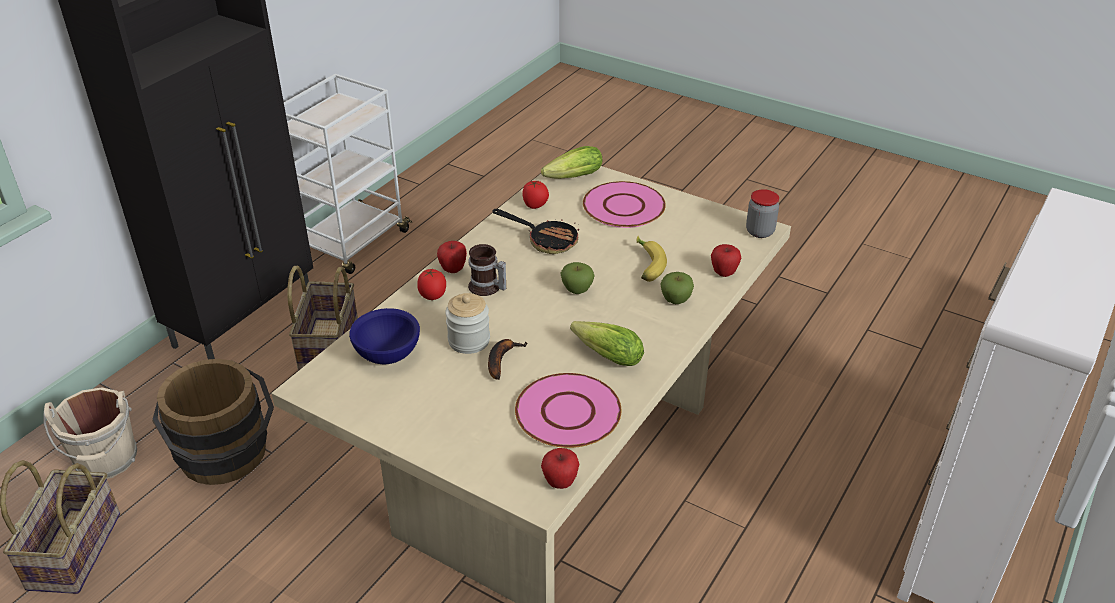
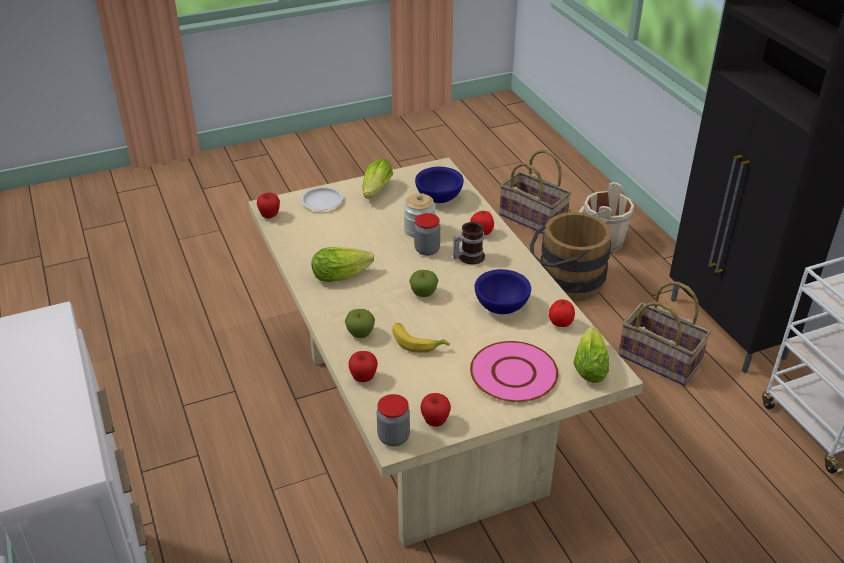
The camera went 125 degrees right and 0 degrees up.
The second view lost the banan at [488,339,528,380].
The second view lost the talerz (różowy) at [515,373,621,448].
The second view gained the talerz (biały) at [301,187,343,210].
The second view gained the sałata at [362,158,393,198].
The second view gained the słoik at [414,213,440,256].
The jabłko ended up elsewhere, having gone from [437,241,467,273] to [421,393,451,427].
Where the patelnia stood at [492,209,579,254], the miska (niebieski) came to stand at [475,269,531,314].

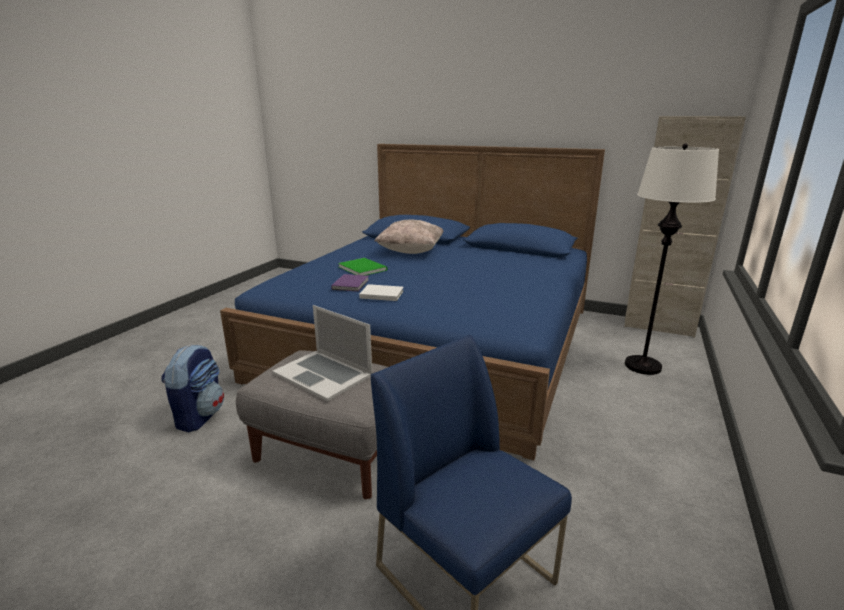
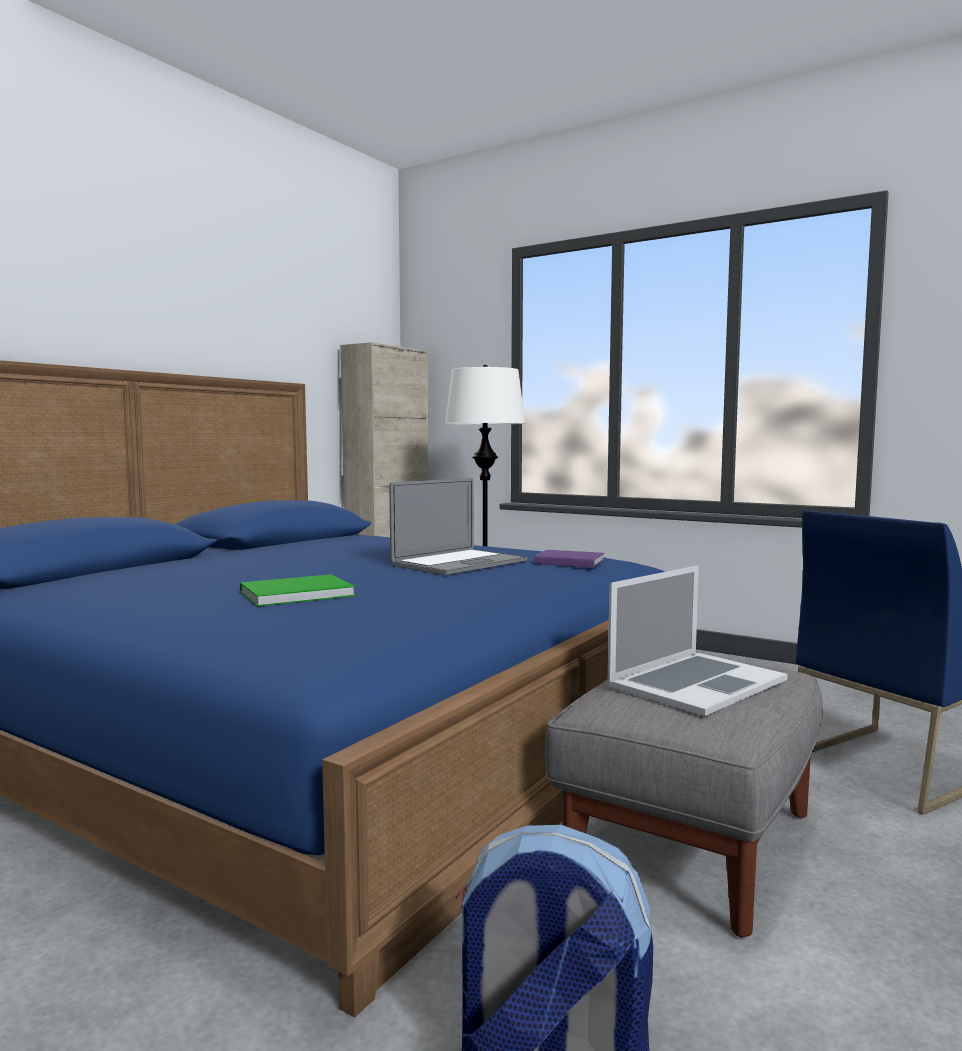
The camera went 80 degrees left and 15 degrees down.
The second view lost the książka (biały) at [359,284,403,301].
The second view lost the poduszka (beżowy) at [375,219,444,254].
The second view gained the laptop at [389,478,527,575].
The książka (fioletowy) ended up elsewhere, having gone from [331,274,369,292] to [534,550,604,568].

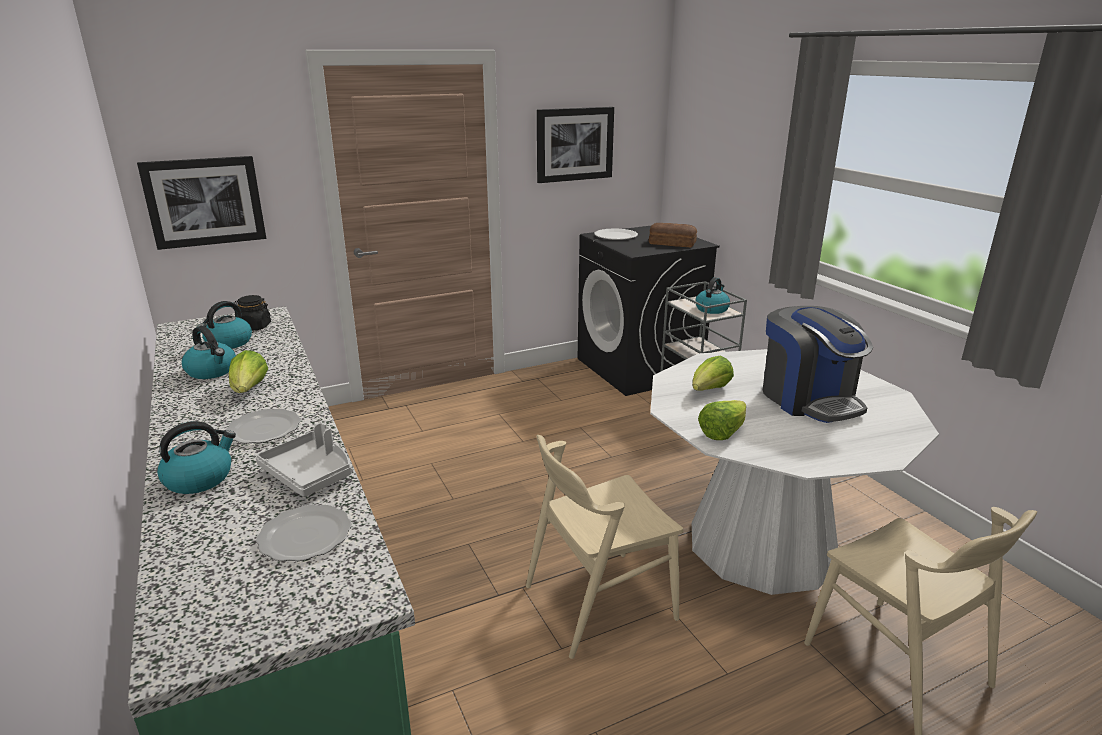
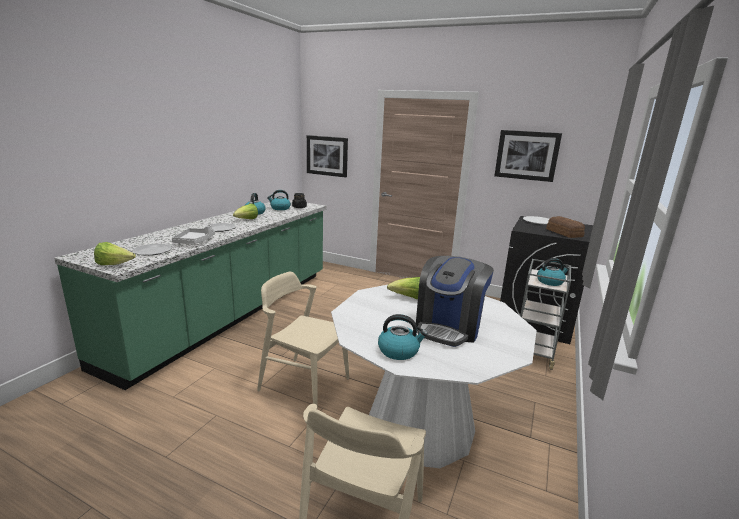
The camera went 50 degrees right and 5 degrees down.
The czajnik ended up elsewhere, having gone from [157,421,236,494] to [378,314,428,360].
The sałata ended up elsewhere, having gone from [698,400,746,440] to [94,242,136,265].

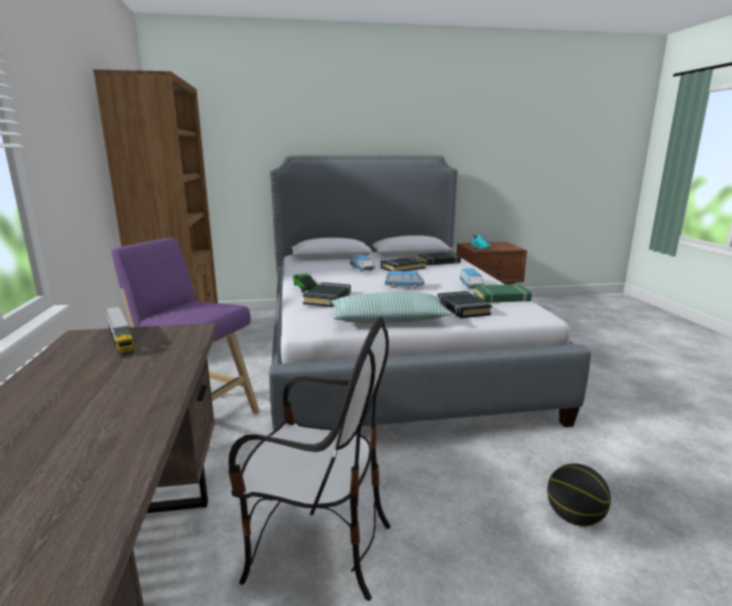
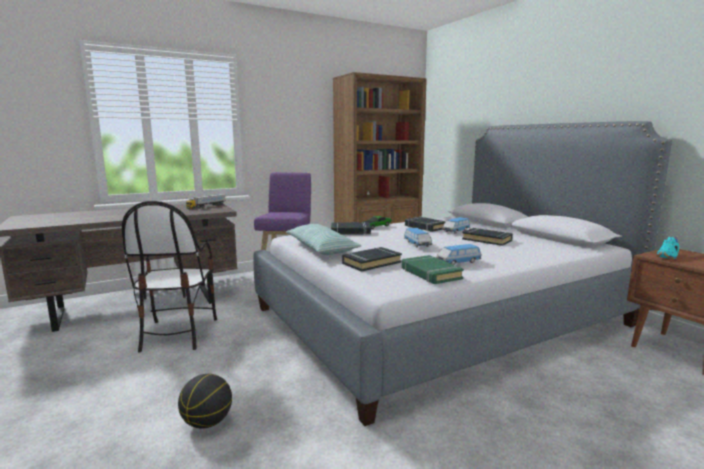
The camera went 70 degrees right and 5 degrees down.
The książka (czarny) ended up elsewhere, having gone from [418,252,461,265] to [405,217,446,232].

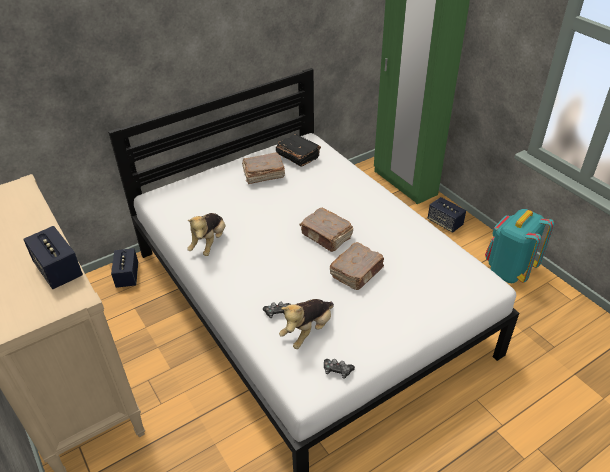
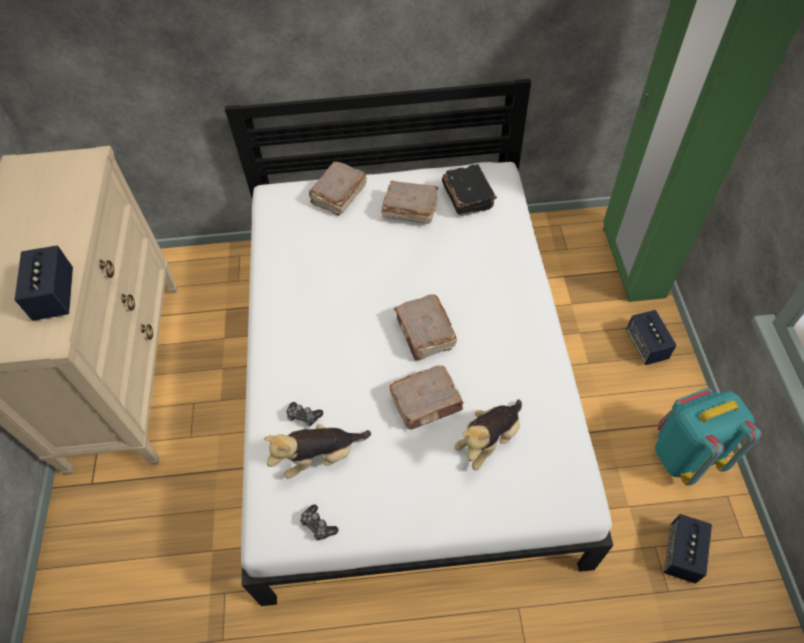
The camera went 30 degrees right and 15 degrees up.
The second view gained the książka (brązowy) at [309,161,367,216].
The głośnik ended up elsewhere, having gone from [111,248,138,288] to [664,514,712,584].
The pluszak ended up elsewhere, having gone from [187,213,225,256] to [454,399,522,470].

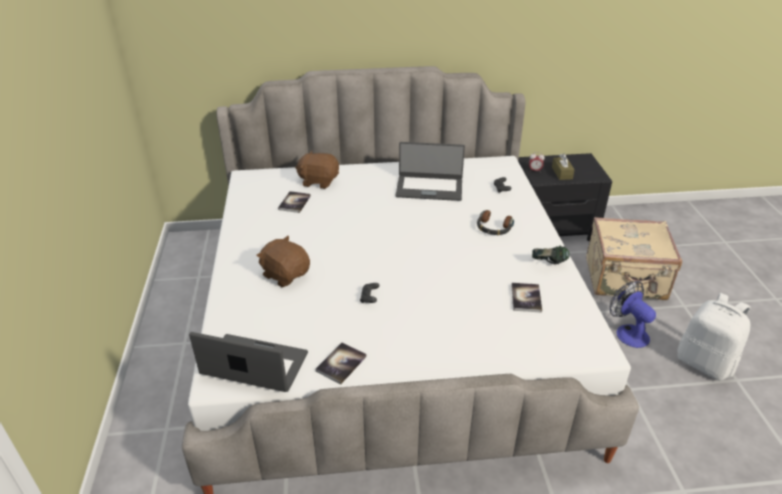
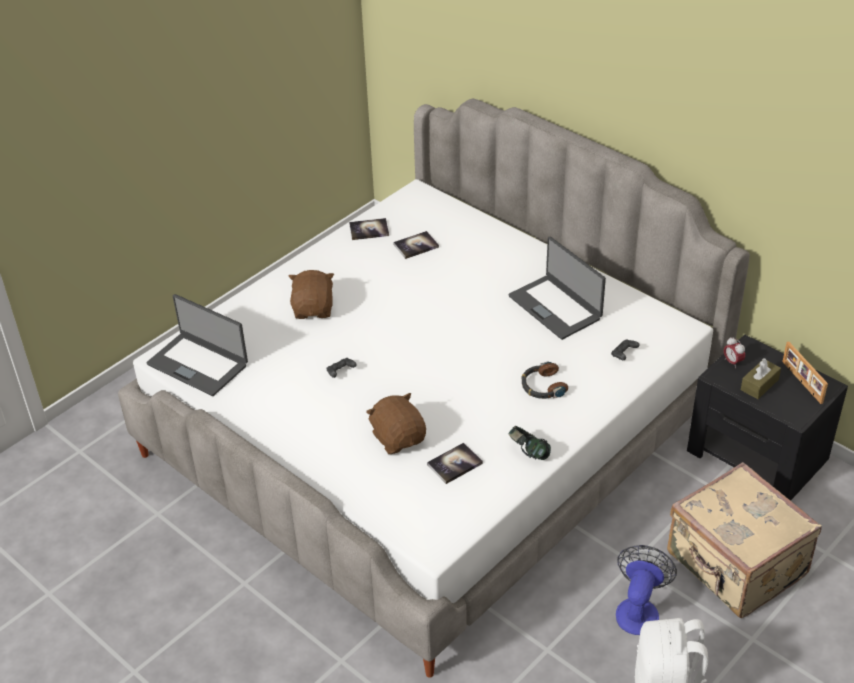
The camera went 50 degrees right and 5 degrees up.
The second view gained the ramka na zdjęcie at [782,342,828,404].
The pluszak (brązowy) ended up elsewhere, having gone from [295,150,339,189] to [366,393,426,454].
The książka ended up elsewhere, having gone from [316,342,367,385] to [349,218,389,240].
The laptop at [189,332,308,392] ended up facing another way, 150 degrees clockwise from before.

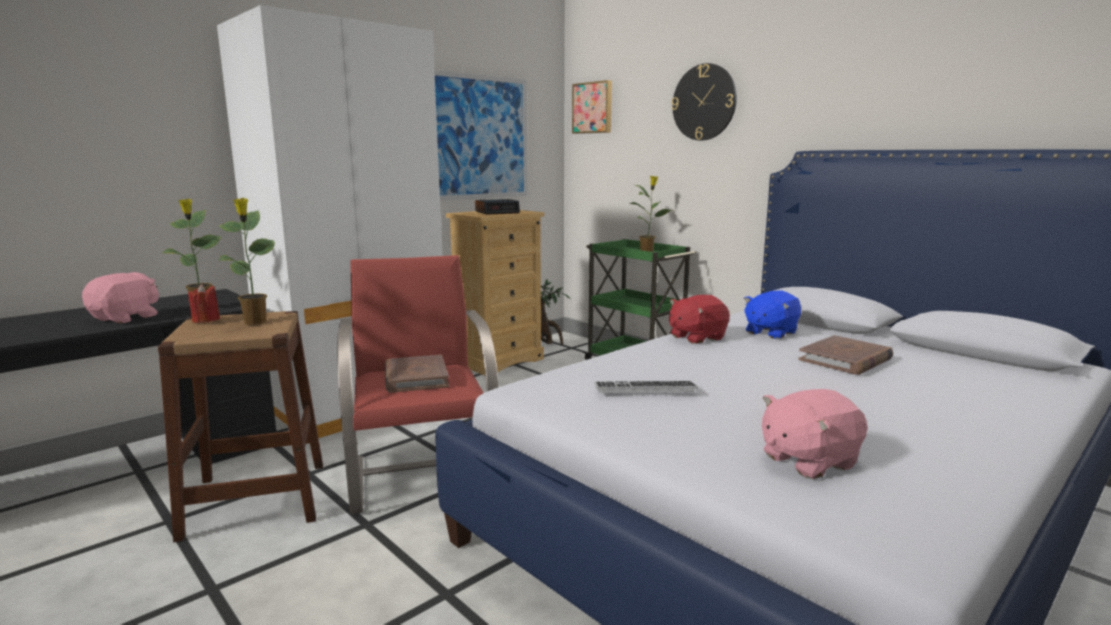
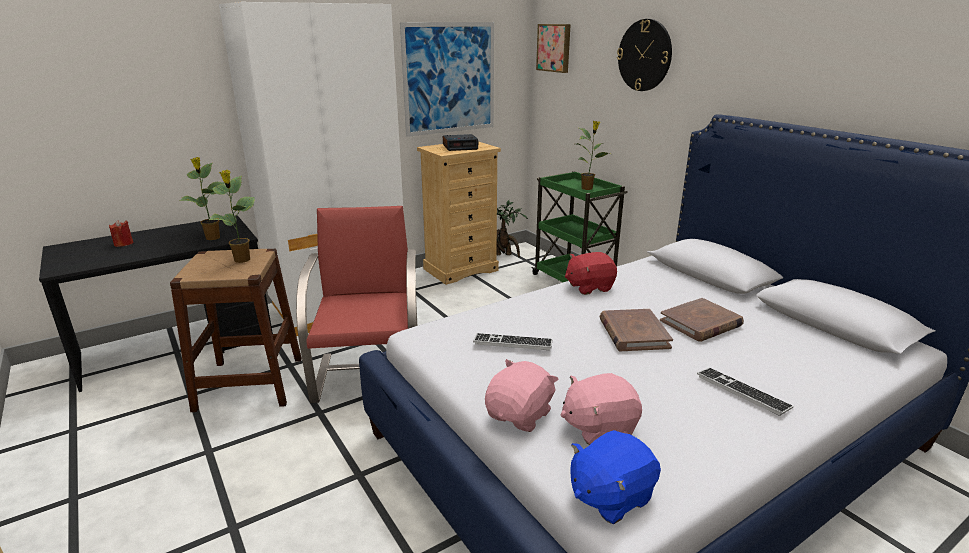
The camera went 10 degrees right and 10 degrees up.
The second view gained the klawiatura at [697,368,794,416].
The pluszak (różowy) ended up elsewhere, having gone from [82,272,159,324] to [485,359,559,432].
The świeca (czerwony) ended up elsewhere, having gone from [188,284,220,323] to [109,220,133,247].
The książka (brązowy) ended up elsewhere, having gone from [385,355,449,393] to [600,309,673,351].
The pluszak (niebieski) ended up elsewhere, having gone from [744,291,801,339] to [570,430,661,525].

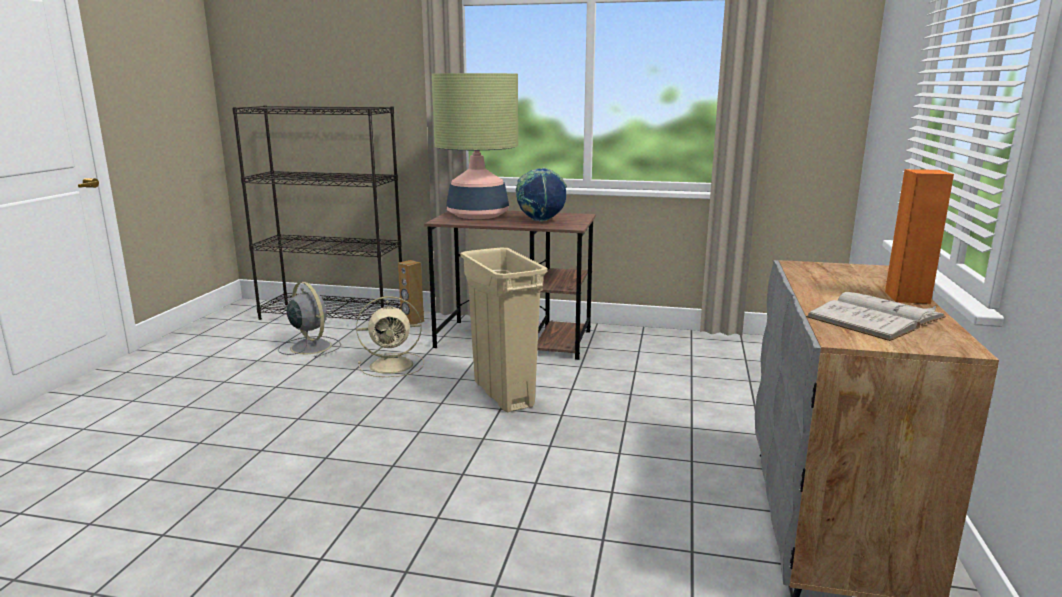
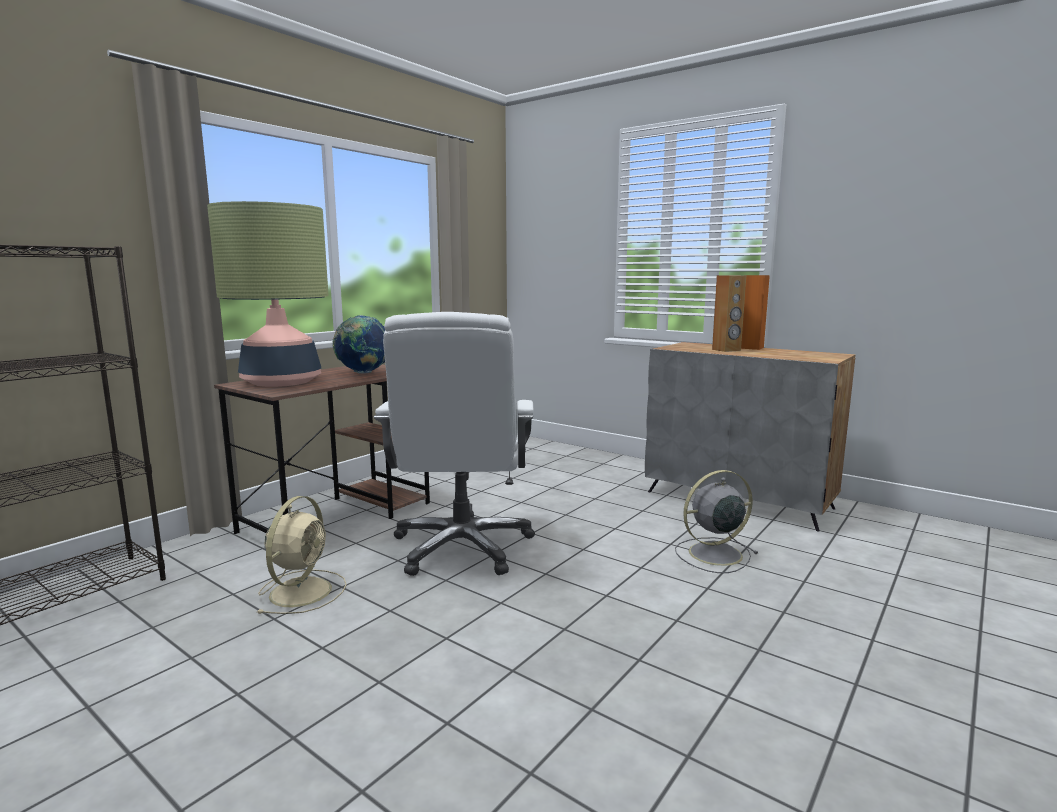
The camera went 65 degrees left and 5 degrees down.
The second view lost the książka (biały) at [806,292,946,341].
The wentylator (szary) ended up elsewhere, having gone from [278,282,341,358] to [675,470,759,573].
The głośnik (brązowy) ended up elsewhere, having gone from [398,260,424,325] to [712,275,746,352].
Where the kosz na śmieci (beżowy) stood at [460,247,547,412], the krzesło biurowe (biały) came to stand at [374,312,535,576].

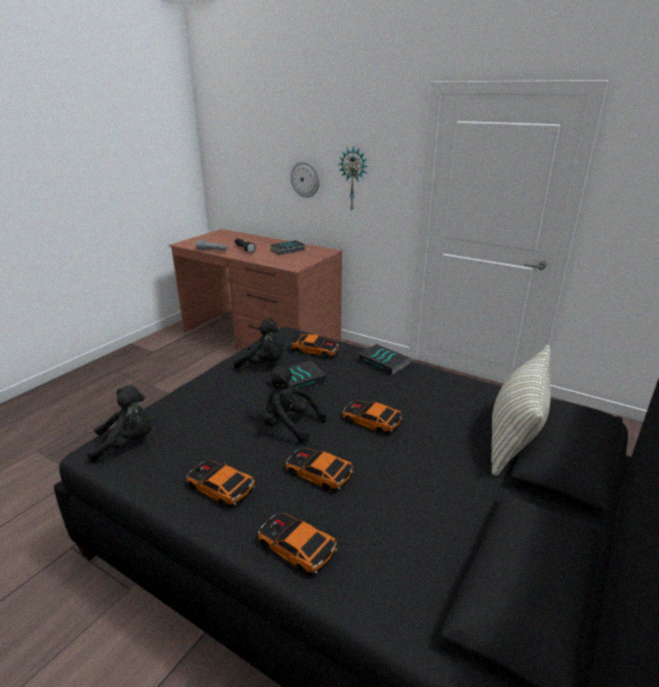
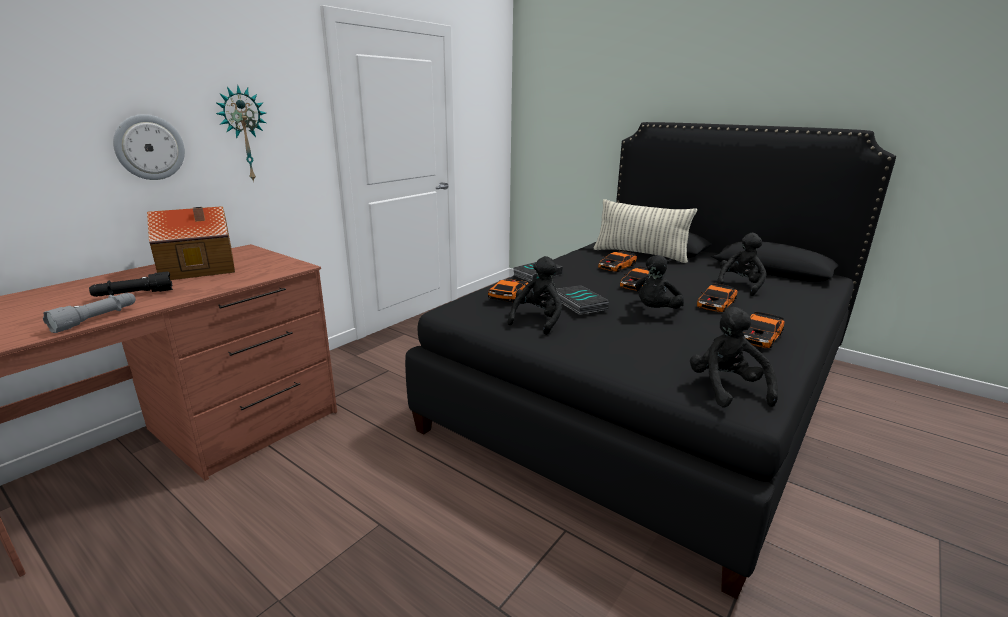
The camera went 85 degrees left and 5 degrees down.
The second view gained the pluszak (czarny) at [716,233,767,296].
The samochodzik ended up elsewhere, having gone from [258,513,337,575] to [598,251,637,272].
Where the książka stood at [270,240,305,255], the domek came to stand at [147,206,235,280].

